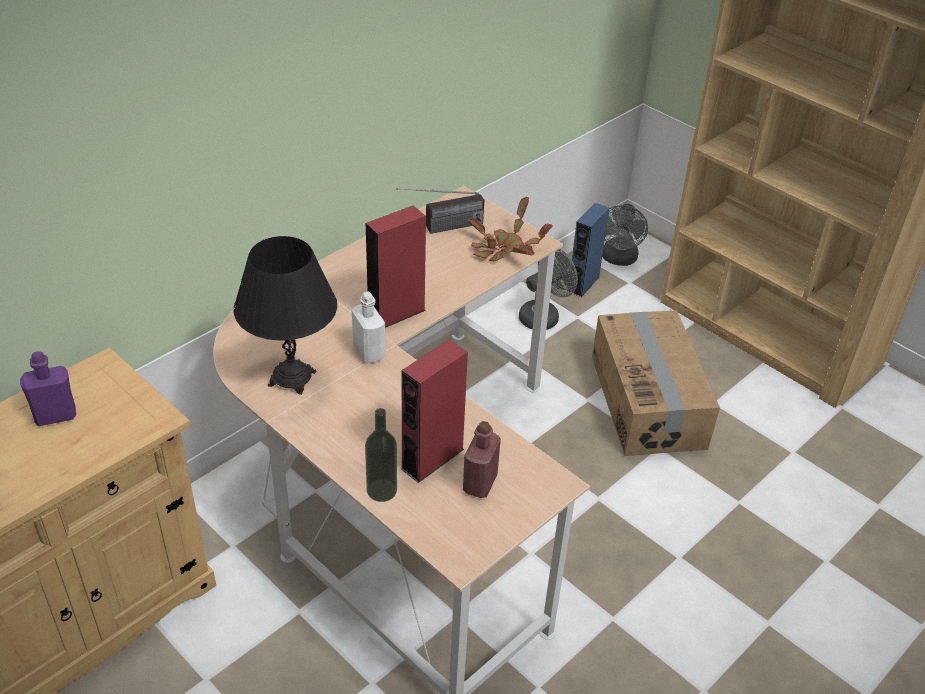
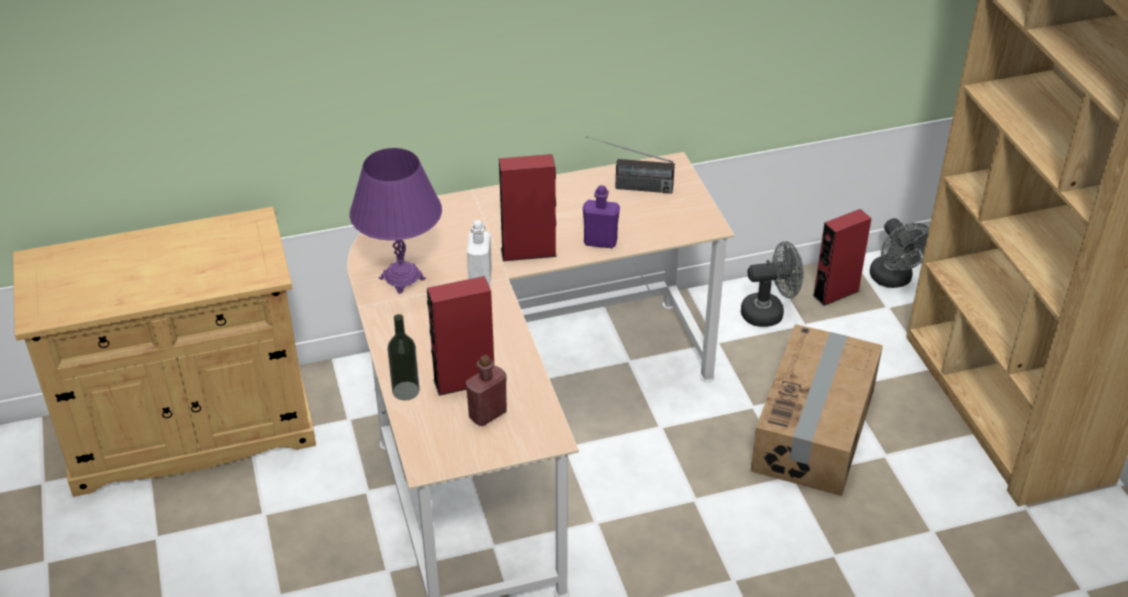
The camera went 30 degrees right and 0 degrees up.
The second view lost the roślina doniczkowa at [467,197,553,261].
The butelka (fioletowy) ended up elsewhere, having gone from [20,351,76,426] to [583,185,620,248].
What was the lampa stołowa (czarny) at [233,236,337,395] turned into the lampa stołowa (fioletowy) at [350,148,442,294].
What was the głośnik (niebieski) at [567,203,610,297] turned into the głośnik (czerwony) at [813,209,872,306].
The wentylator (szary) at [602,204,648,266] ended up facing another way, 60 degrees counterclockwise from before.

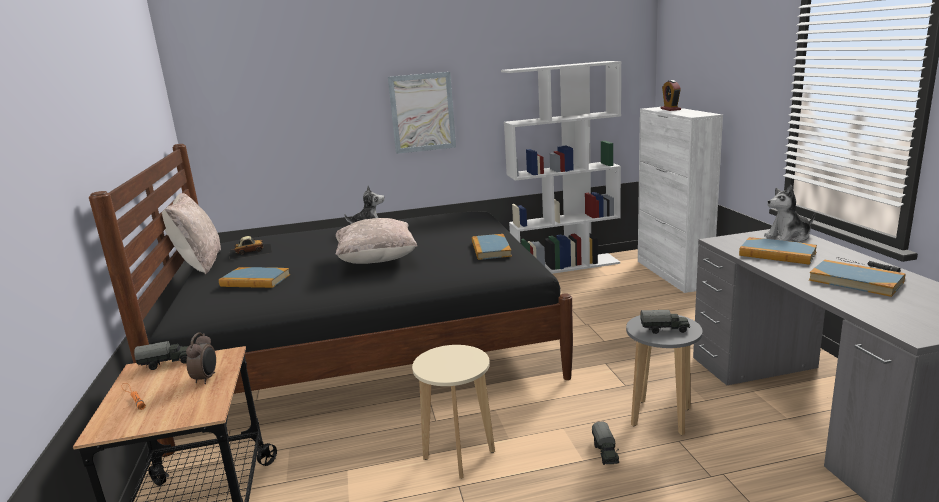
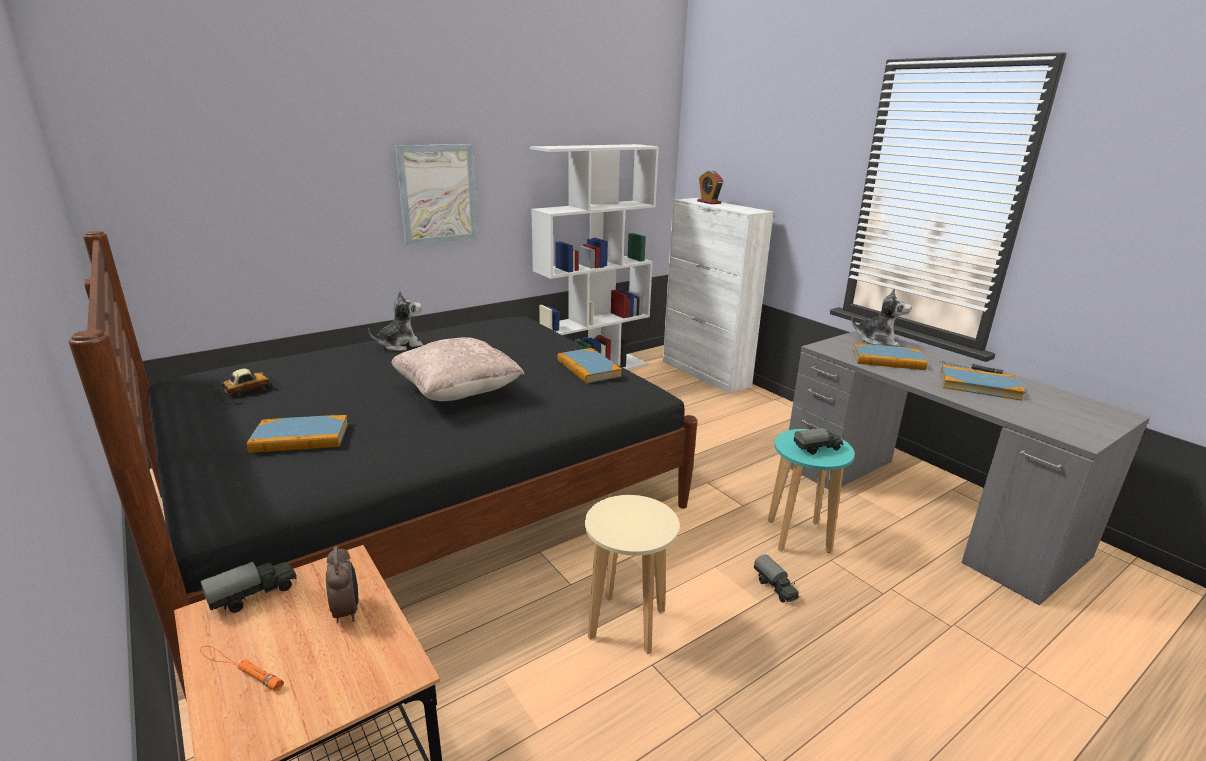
The camera went 25 degrees left and 5 degrees up.
The second view lost the poduszka (beżowy) at [162,193,221,274].
What was the stołek (szary) at [626,315,703,435] turned into the stołek (turkusowy) at [767,429,855,553].
The pluszak at [764,185,815,242] ended up facing another way, 120 degrees counterclockwise from before.

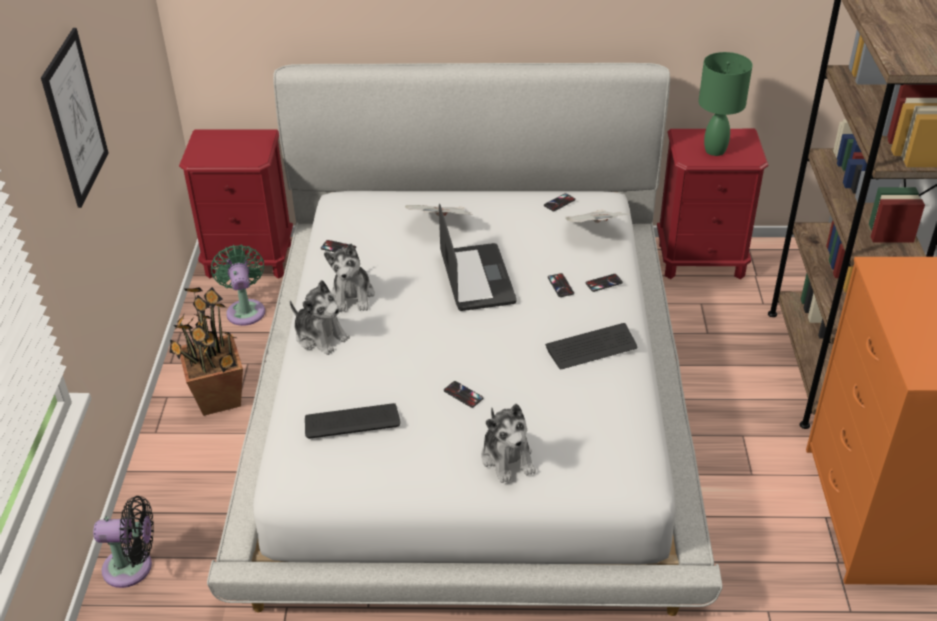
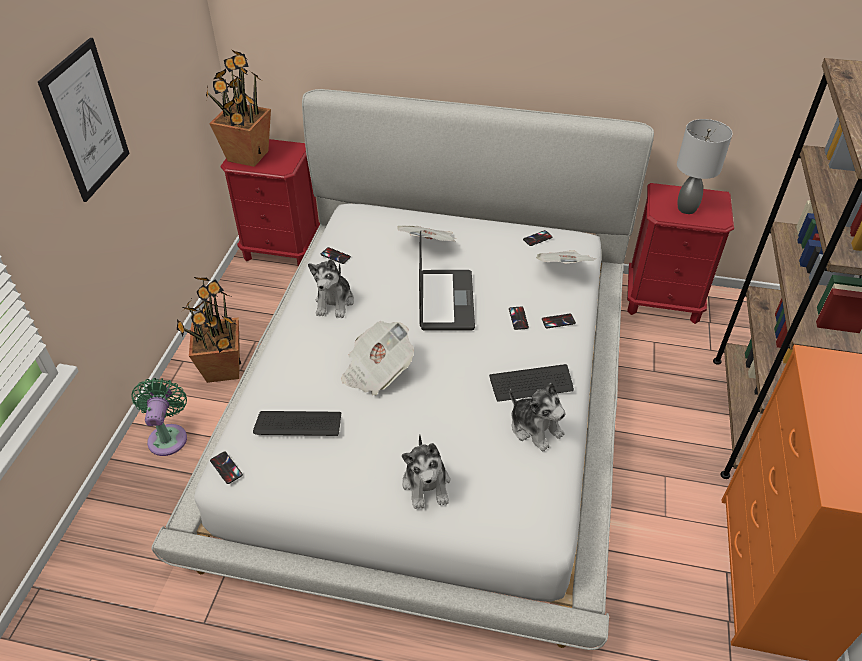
The camera went 10 degrees right and 5 degrees up.
The second view lost the wentylator (czarny) at [93,496,154,588].
The second view gained the roślina doniczkowa at [206,50,271,167].
The second view gained the gazeta at [341,321,414,396].
The wentylator (zielony) ended up elsewhere, having gone from [211,245,265,326] to [131,378,187,456].
The pluszak ended up elsewhere, having gone from [290,280,350,355] to [510,383,566,451].
The telefon ended up elsewhere, having gone from [444,381,483,408] to [210,452,243,484].
What was the lampa stołowa (zielony) at [699,52,752,156] turned into the lampa stołowa (szary) at [677,119,732,214].

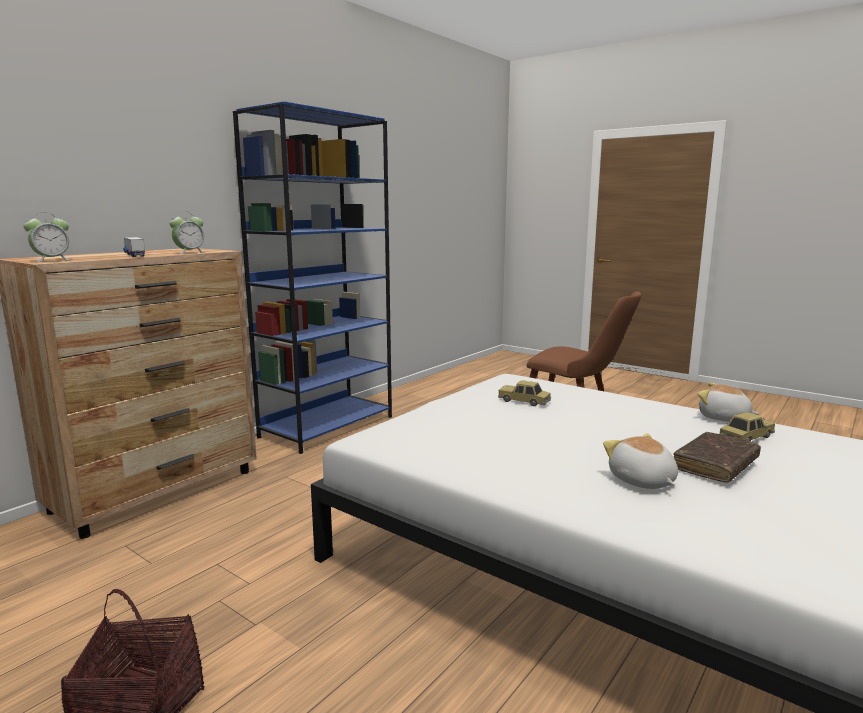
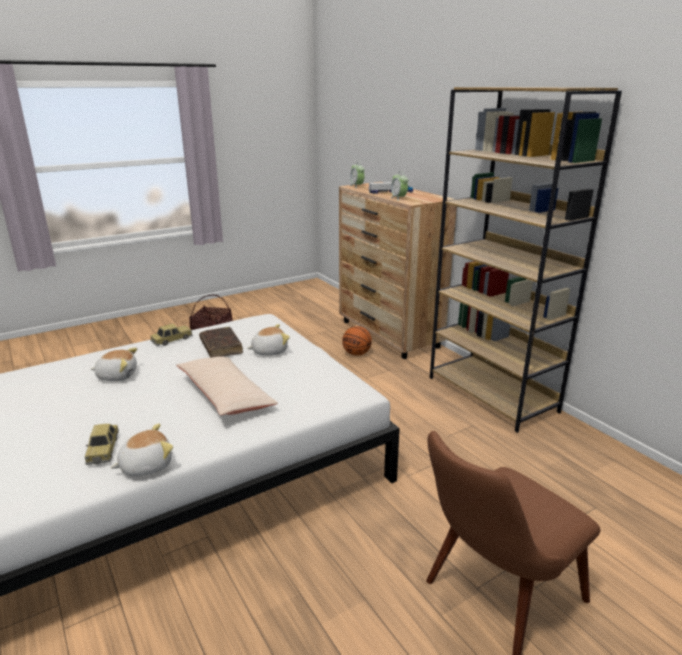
The camera went 110 degrees right and 10 degrees up.
The second view gained the poduszka (beżowy) at [176,356,278,415].
The second view gained the pluszak at [247,324,290,356].
The second view gained the piłka do koszykówki at [342,326,372,356].
The samochodzik ended up elsewhere, having gone from [498,380,551,406] to [150,324,192,346].
The książka (brązowy) ended up elsewhere, having gone from [673,432,761,482] to [199,327,243,357].
What was the regał (niebieski) at [233,101,392,454] turned into the regał (brązowy) at [430,87,622,433].

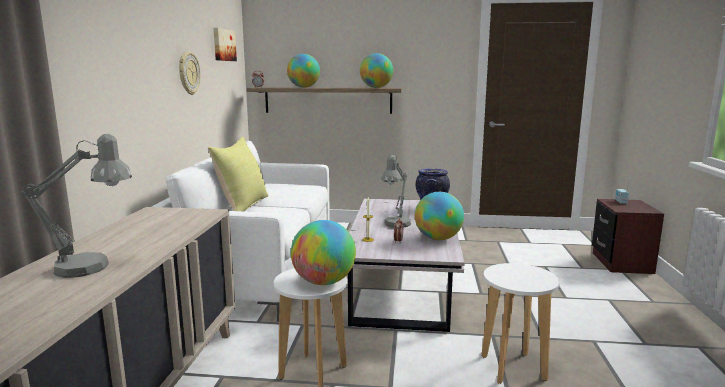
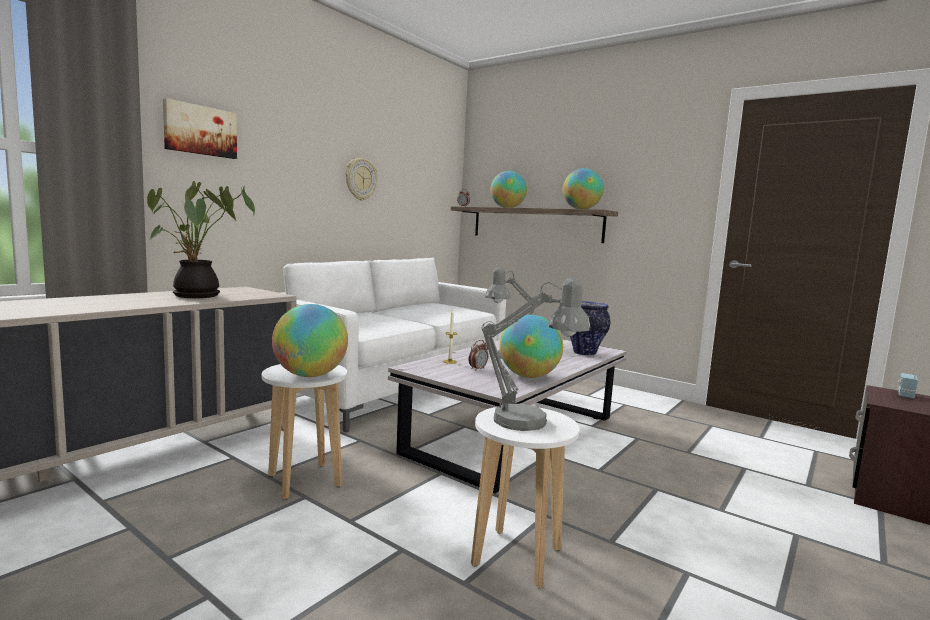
The camera went 30 degrees right and 5 degrees down.
The second view lost the poduszka (żółty) at [208,136,268,211].
The second view gained the roślina doniczkowa at [147,181,255,298].
The lampa stołowa (szary) ended up elsewhere, having gone from [22,134,132,278] to [481,278,591,431].
The obraz ended up elsewhere, having gone from [213,28,237,61] to [163,98,237,159].

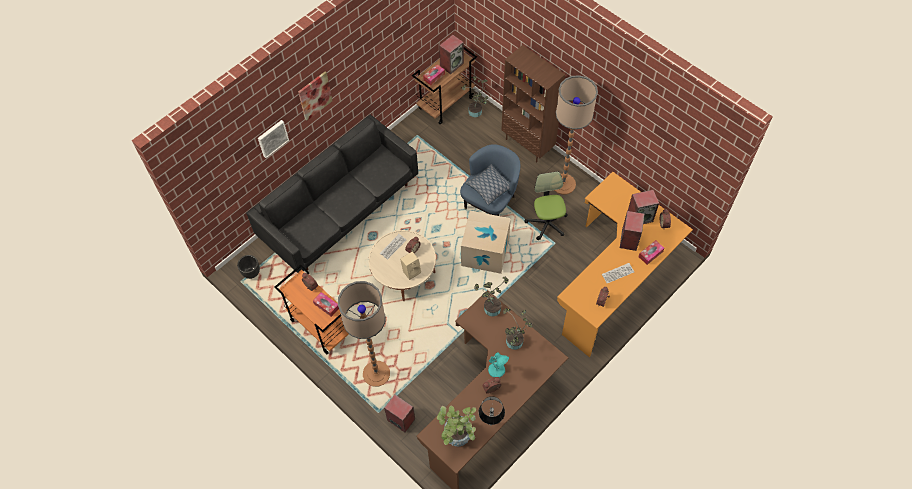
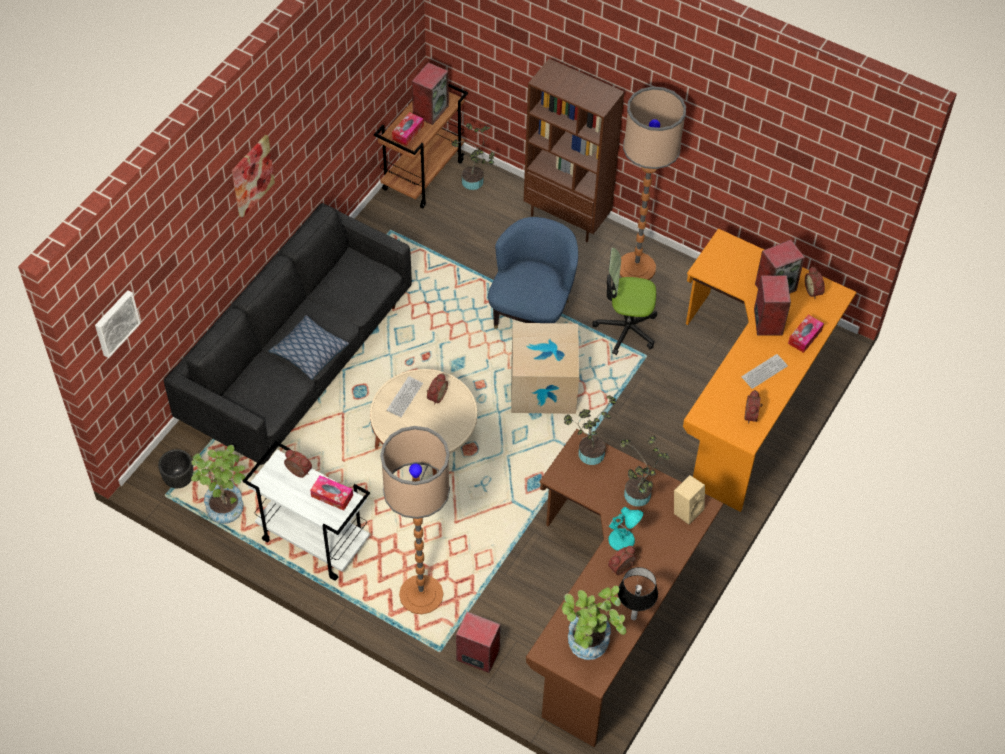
The camera went 15 degrees left and 5 degrees down.
The second view gained the roślina doniczkowa at [191,445,245,524].
The obraz ended up elsewhere, having gone from [258,120,289,158] to [95,290,141,358].
The głośnik (beżowy) ended up elsewhere, having gone from [400,252,421,280] to [674,475,705,525].
The poduszka ended up elsewhere, having gone from [465,164,510,205] to [268,315,349,380].
What was the wózek (pomarańczowy) at [275,265,349,355] turned into the wózek (biały) at [243,441,370,581].
The krzesło biurowe at [524,171,568,240] ended up facing another way, 60 degrees counterclockwise from before.

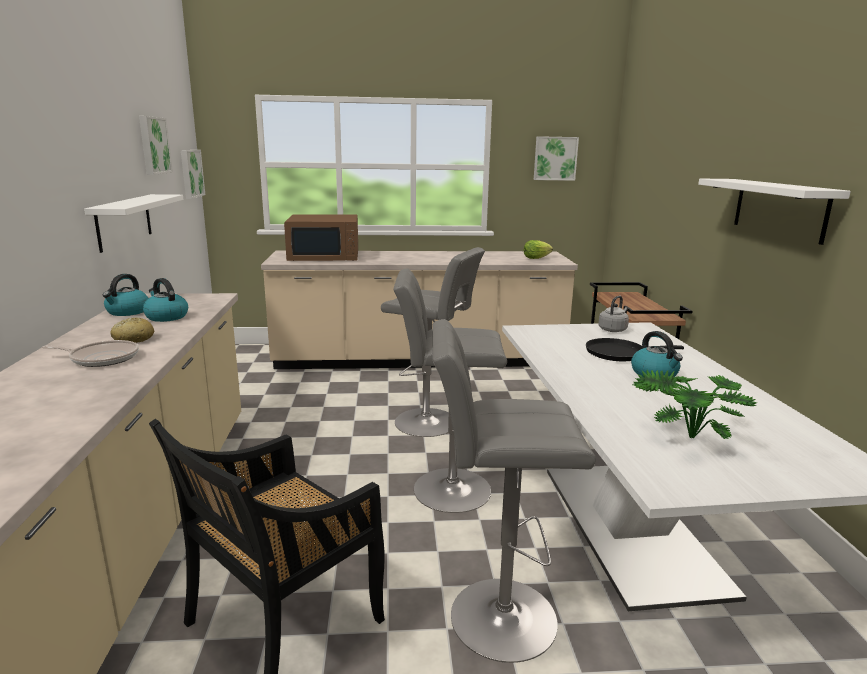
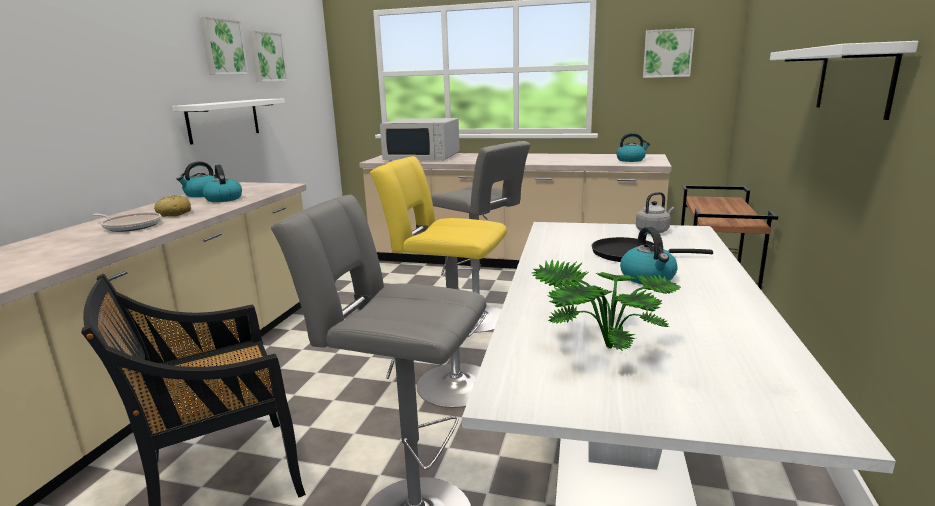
The camera went 20 degrees right and 0 degrees up.
The obraz ended up elsewhere, having gone from [181,150,205,199] to [200,16,248,75].
Where the sałata stood at [524,240,553,259], the czajnik came to stand at [616,133,650,162].
What was the mikrofalówka (brązowy) at [284,214,358,261] turned into the mikrofalówka (biały) at [380,118,460,161].
What was the stołek (szary) at [393,268,507,513] turned into the stołek (żółty) at [370,156,507,408].

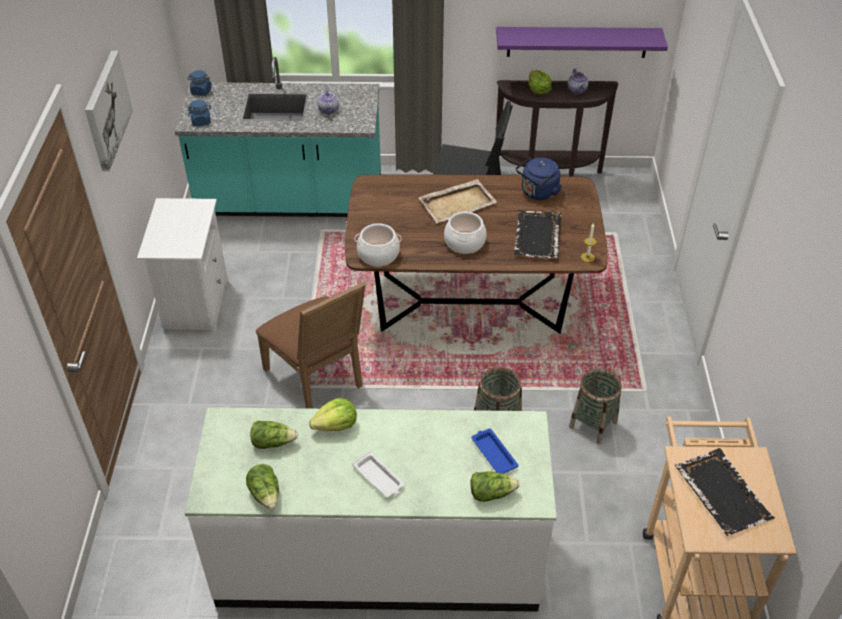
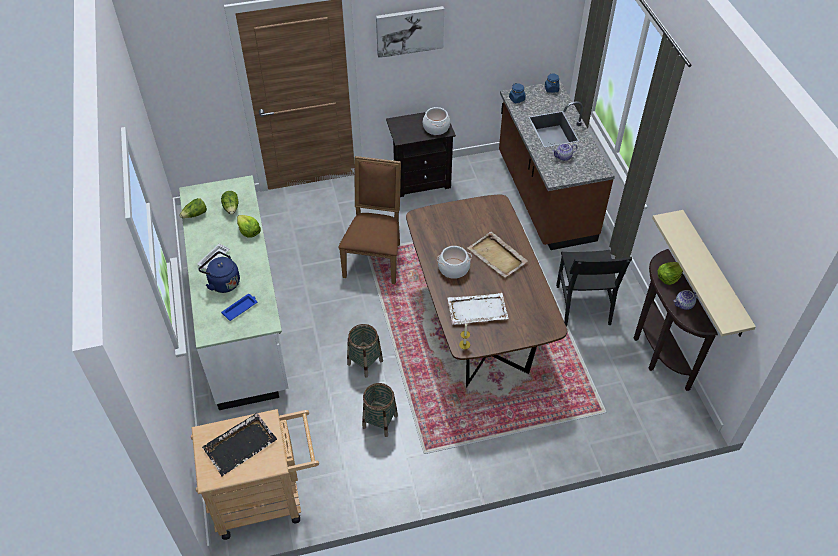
The camera went 75 degrees right and 5 degrees up.
The second view lost the sałata at [470,471,520,502].
The garnek ended up elsewhere, having gone from [354,223,401,266] to [423,107,450,135].
The czajnik (niebieski) ended up elsewhere, having gone from [516,157,562,200] to [199,251,240,293].
What was the szafka nocna (biały) at [137,198,228,334] turned into the szafka nocna (czarny) at [386,112,456,197].
What was the zabudowa kuchenna (turkusowy) at [175,57,381,217] turned into the zabudowa kuchenna (brązowy) at [499,81,615,250].
What was the półka (fioletowy) at [496,27,668,58] turned into the półka (beżowy) at [652,210,756,337].
What was the taca (czarny) at [514,210,561,259] turned into the taca (biały) at [448,292,509,325].
The krzesło (brązowy) at [256,282,365,409] ended up facing another way, 150 degrees clockwise from before.

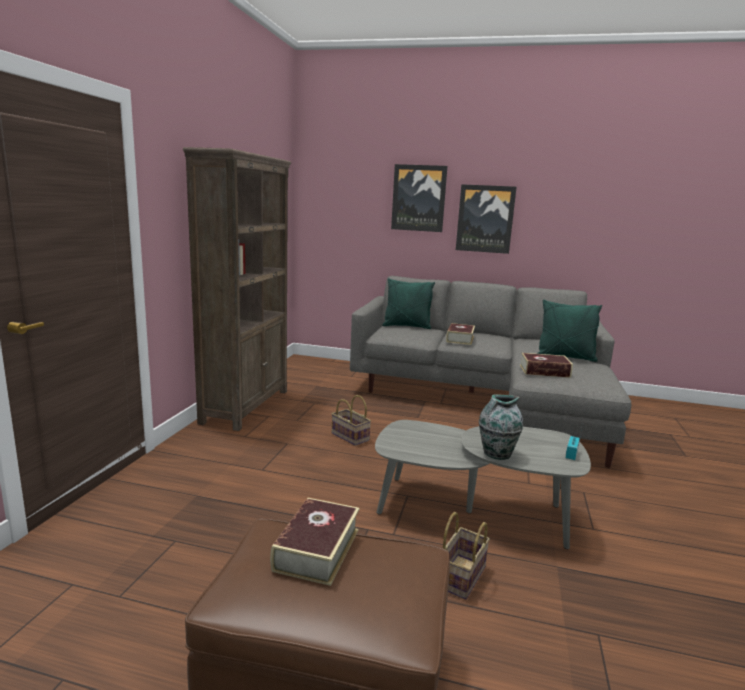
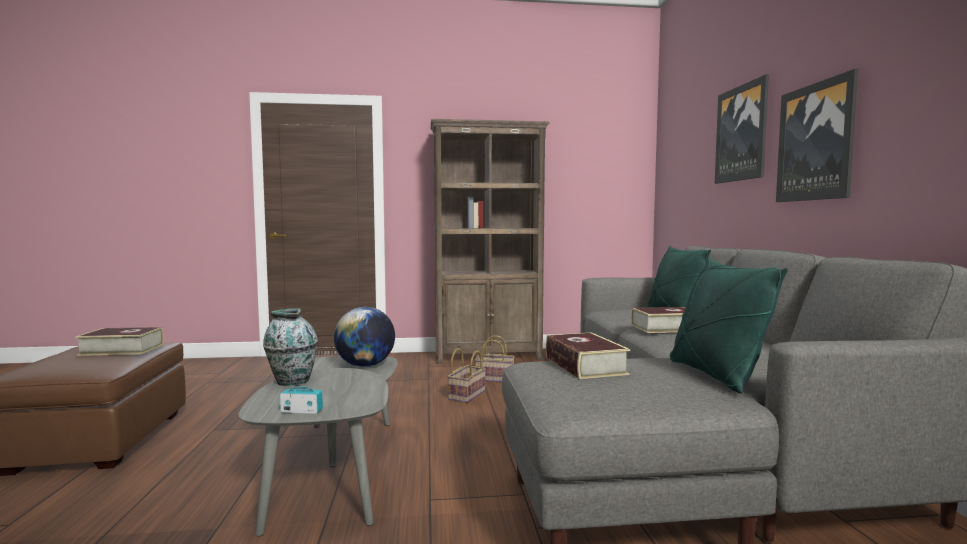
The camera went 70 degrees right and 10 degrees down.
The second view gained the globus at [334,307,395,367].
The koszyk ended up elsewhere, having gone from [443,512,490,599] to [475,335,515,382].

